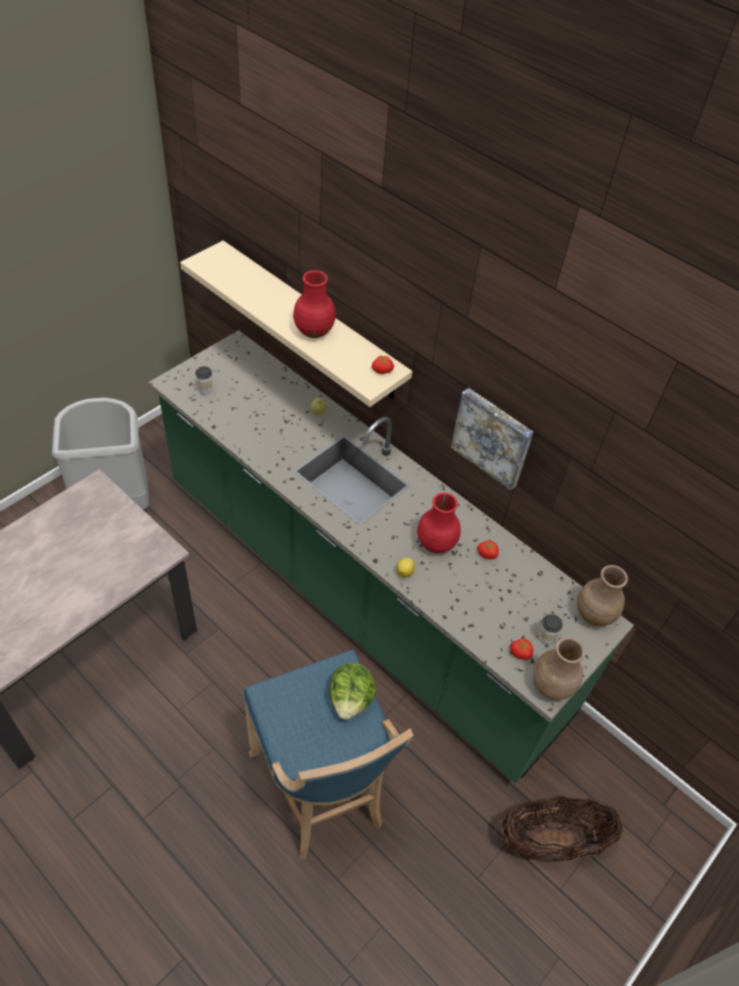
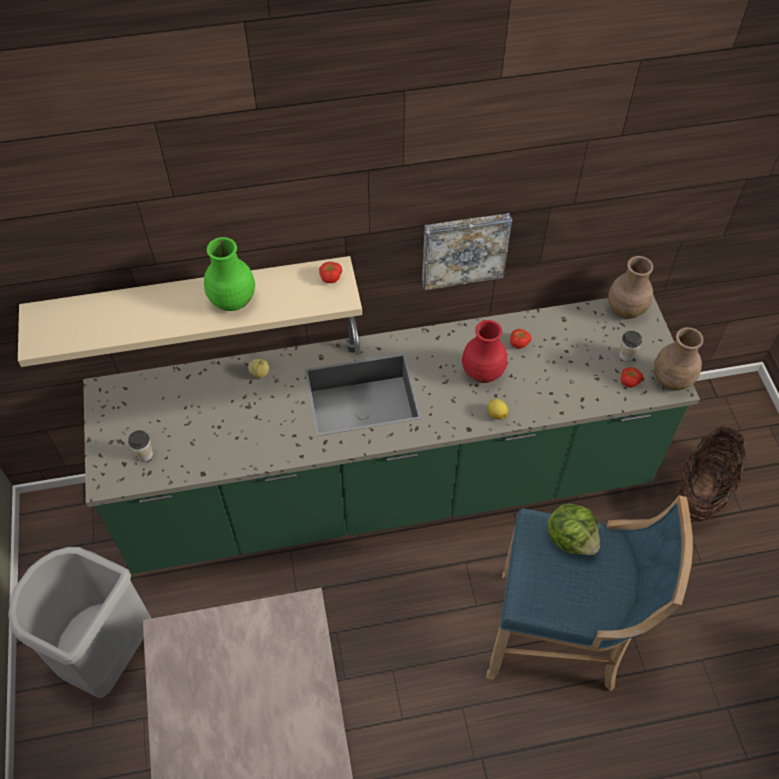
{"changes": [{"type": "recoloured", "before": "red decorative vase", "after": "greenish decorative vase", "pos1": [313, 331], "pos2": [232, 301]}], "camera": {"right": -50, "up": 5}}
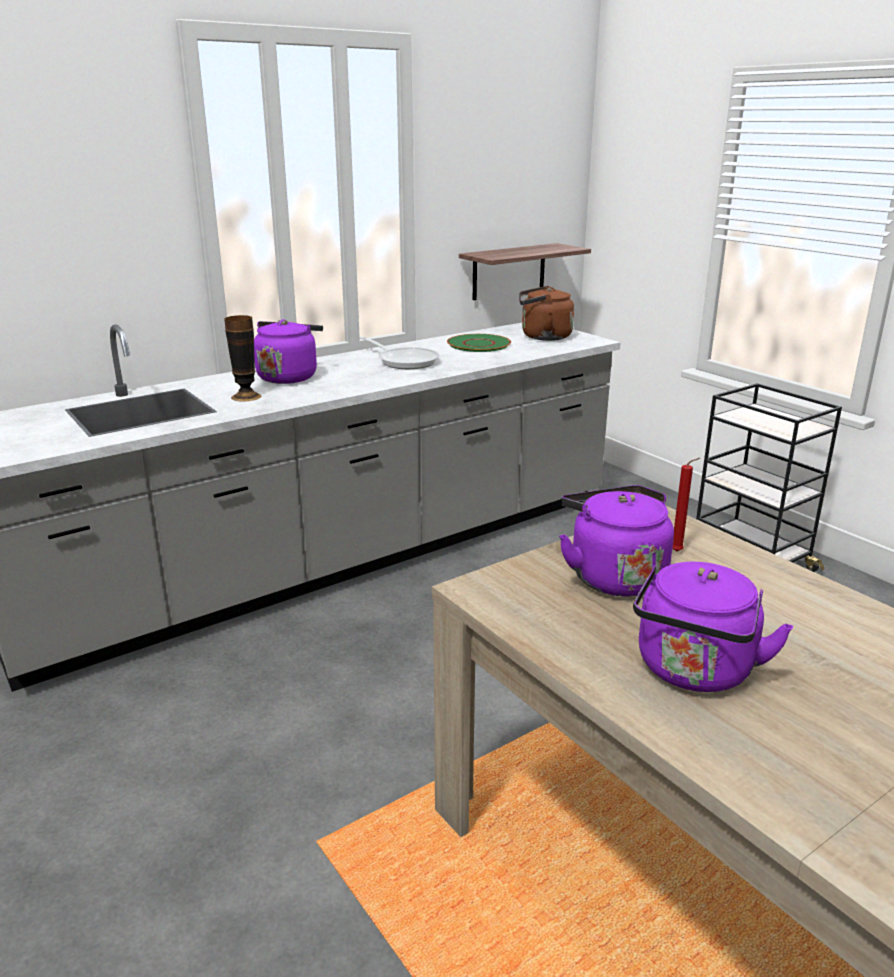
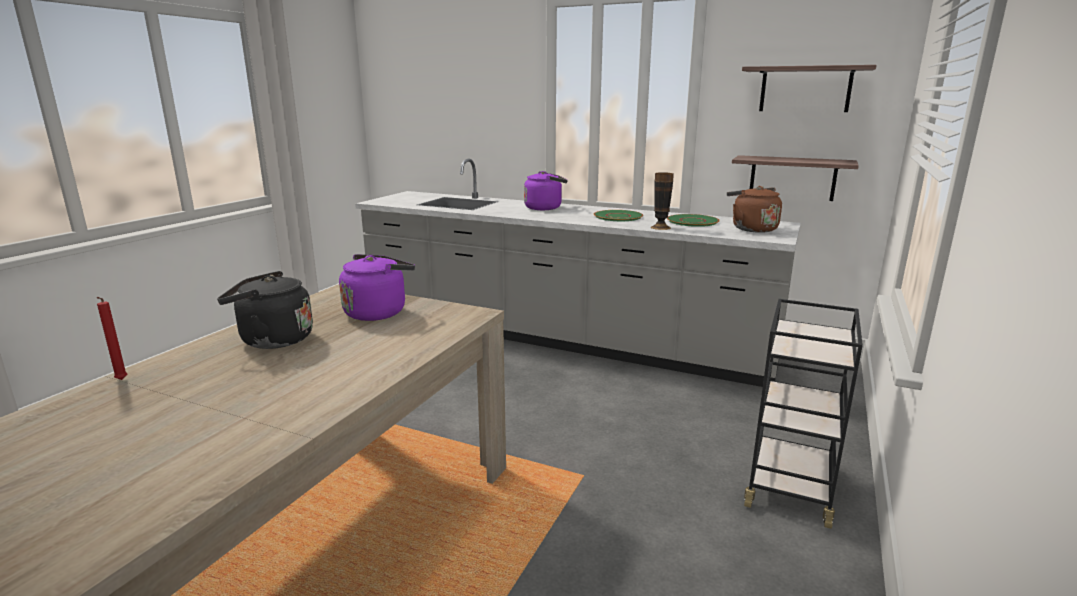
{"changes": [{"type": "added", "after": "bracket shelf", "pos2": [805, 89]}, {"type": "moved", "before": "decorative vase", "pos1": [246, 396], "pos2": [660, 227]}, {"type": "moved", "before": "red wax candle", "pos1": [678, 552], "pos2": [121, 380]}, {"type": "replaced", "before": "frying pan", "after": "greenish plate", "pos1": [404, 361], "pos2": [618, 216]}, {"type": "recoloured", "before": "purplish water kettle", "after": "black water kettle", "pos1": [694, 672], "pos2": [272, 340]}], "camera": {"right": 60, "up": -5}}
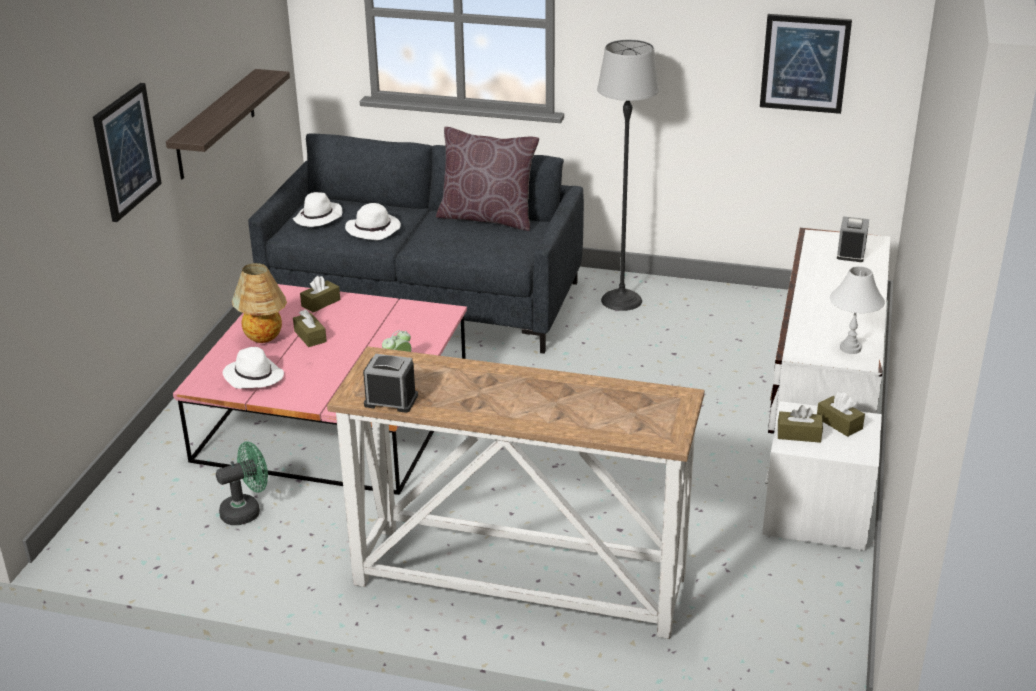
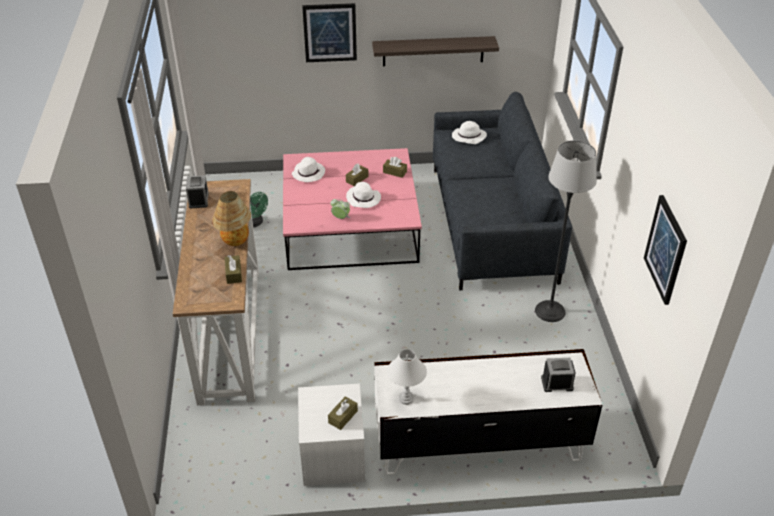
{"changes": [{"type": "removed", "before": "brownish pillow", "pos1": [487, 218]}, {"type": "moved", "before": "lamp for a table", "pos1": [264, 340], "pos2": [235, 243]}, {"type": "moved", "before": "white-coloured wearable hat", "pos1": [374, 229], "pos2": [364, 199]}, {"type": "moved", "before": "brownish tissue box", "pos1": [799, 434], "pos2": [233, 274]}], "camera": {"right": 70, "up": 10}}
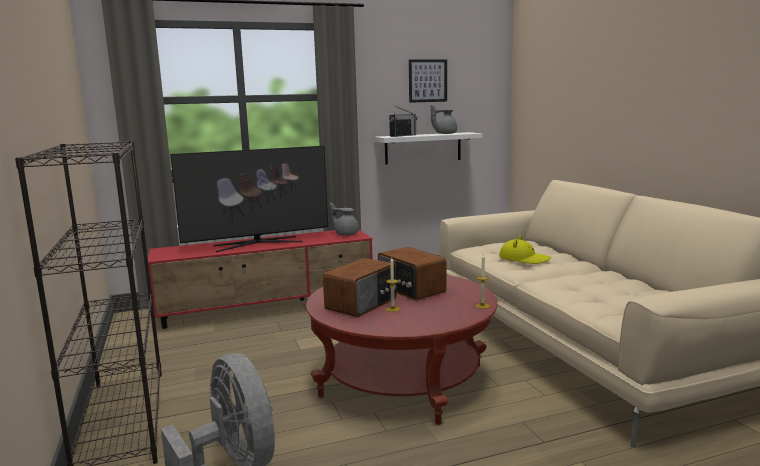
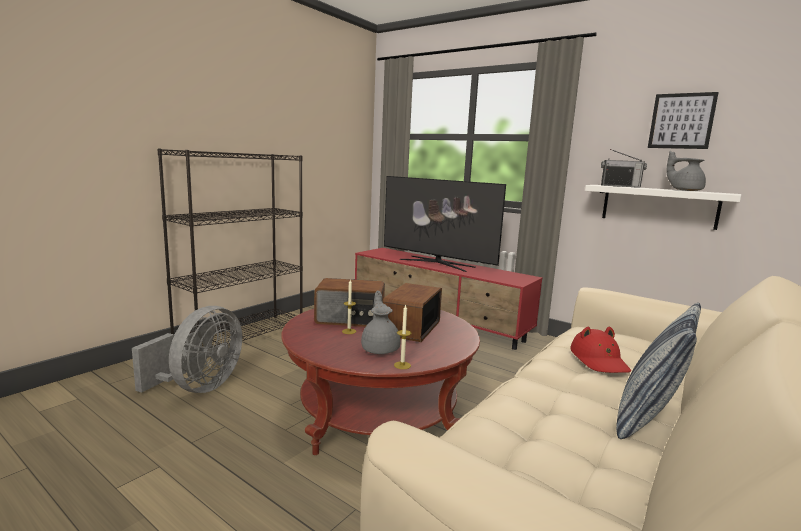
{"changes": [{"type": "added", "after": "pillow", "pos2": [648, 419]}, {"type": "moved", "before": "greyish pot for tea", "pos1": [346, 234], "pos2": [380, 348]}, {"type": "recoloured", "before": "yellow-coloured wearable hat", "after": "red wearable hat", "pos1": [524, 259], "pos2": [599, 360]}], "camera": {"right": 55, "up": 0}}
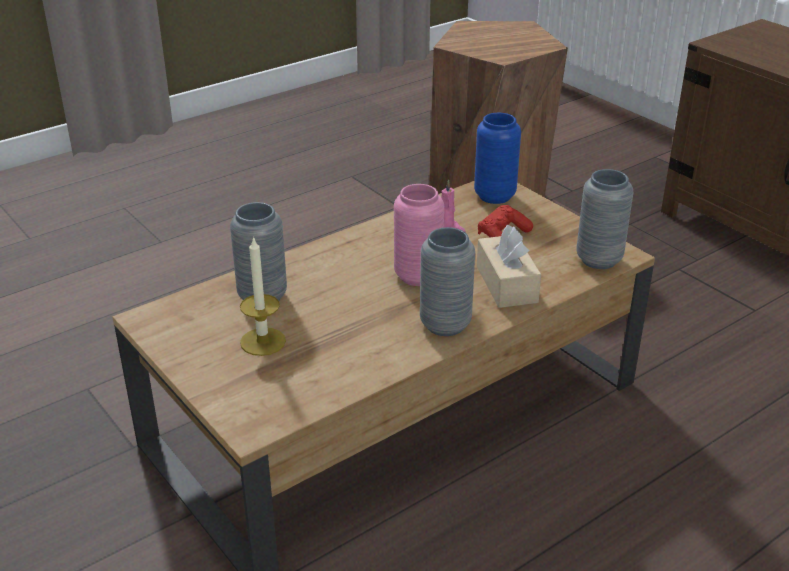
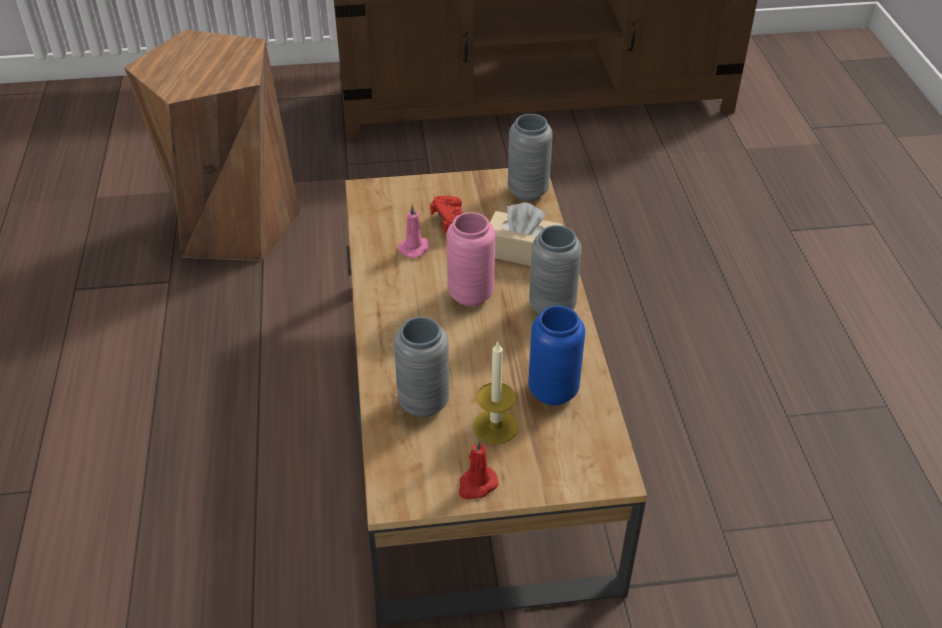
{"changes": [{"type": "added", "after": "red wax candle", "pos2": [476, 485]}, {"type": "moved", "before": "bluish decorative vase", "pos1": [494, 196], "pos2": [553, 391]}], "camera": {"right": -60, "up": 10}}
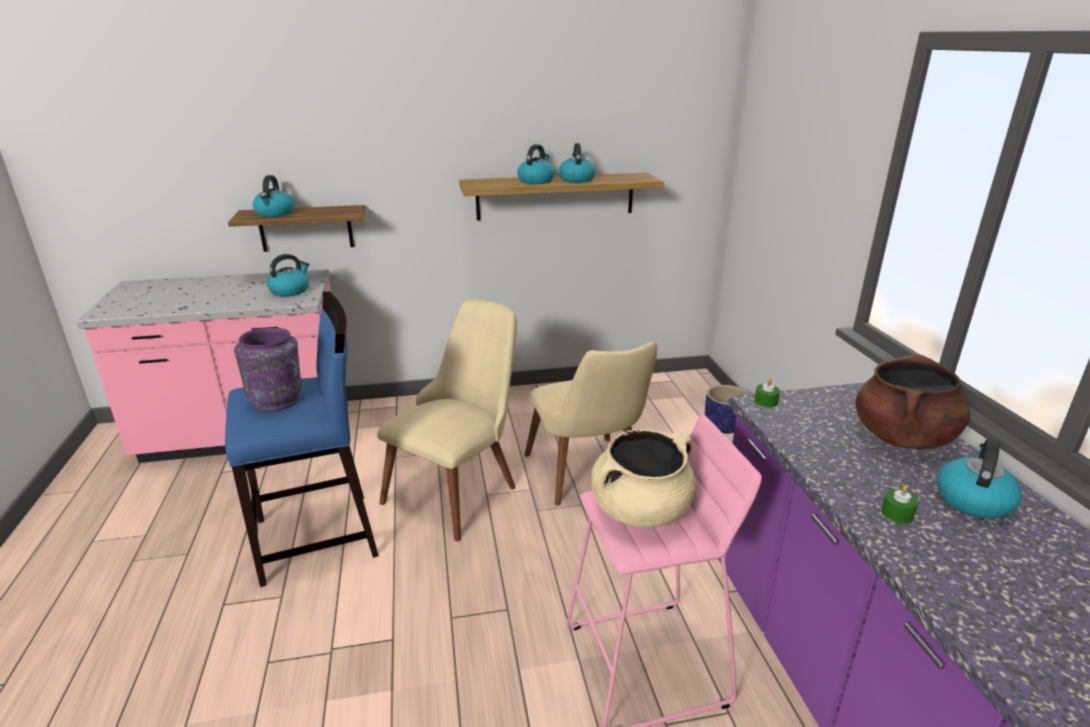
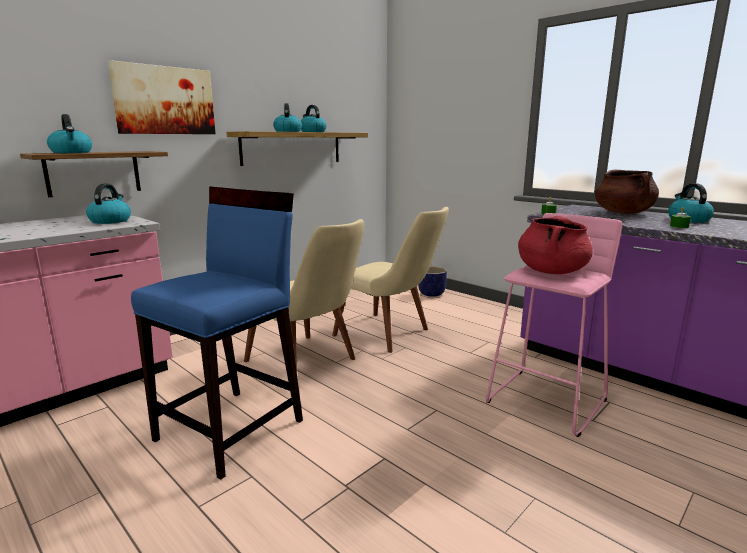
{"changes": [{"type": "removed", "before": "purplish decorative vase", "pos1": [277, 400]}, {"type": "added", "after": "wall picture", "pos2": [165, 100]}, {"type": "recoloured", "before": "beige-coloured cooking pot", "after": "red cooking pot", "pos1": [641, 510], "pos2": [551, 271]}, {"type": "turned", "before": "beige-coloured chair", "pos1": [460, 486], "pos2": [310, 363], "turn": 135}], "camera": {"right": -35, "up": -10}}
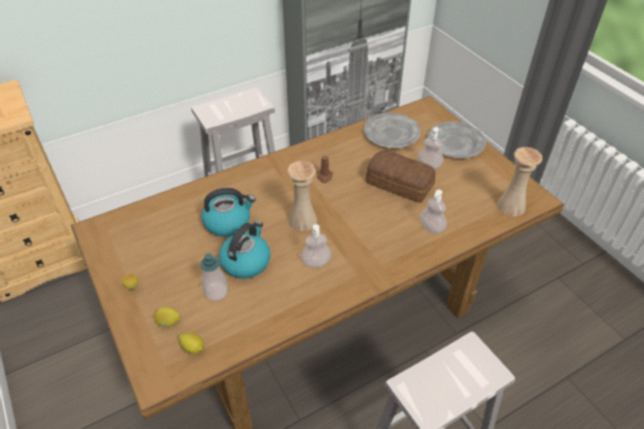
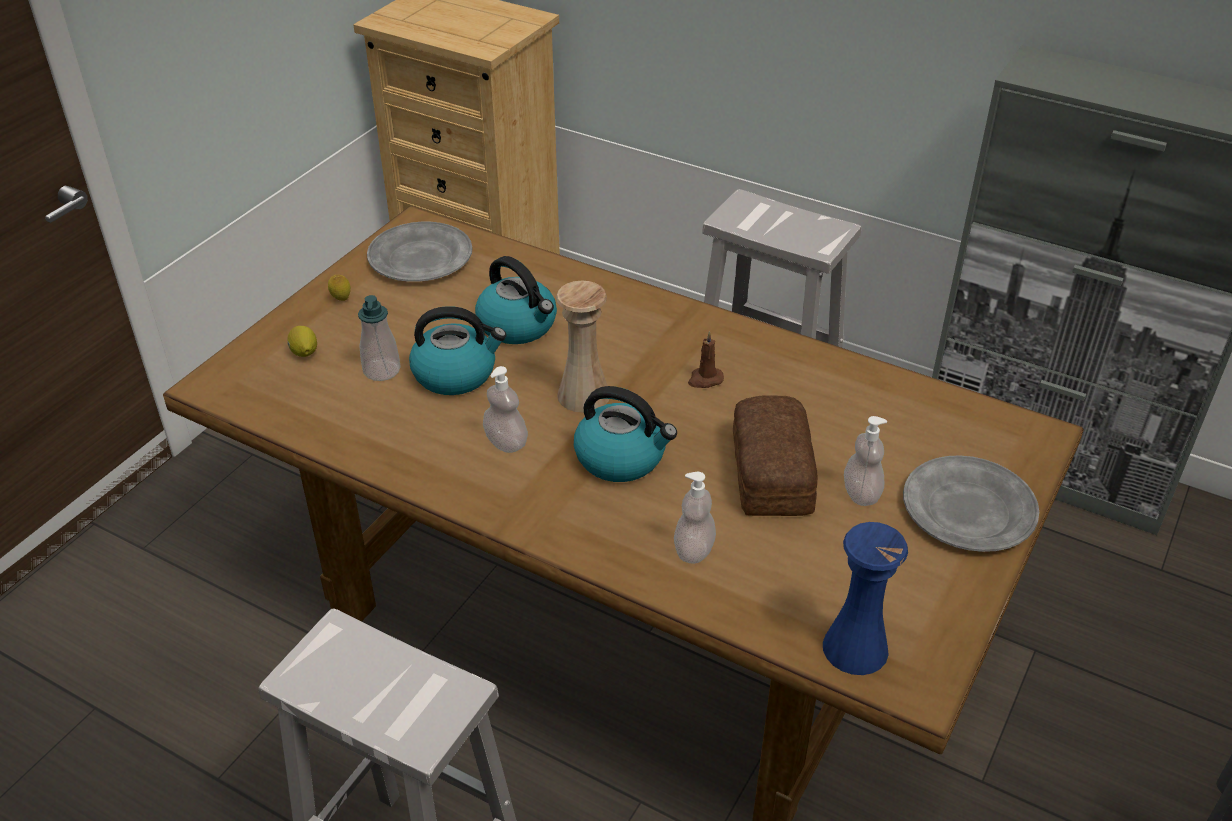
{"changes": [{"type": "removed", "before": "whole lemon", "pos1": [193, 348]}, {"type": "added", "after": "water kettle", "pos2": [622, 457]}, {"type": "moved", "before": "greyish plate", "pos1": [391, 133], "pos2": [420, 258]}, {"type": "recoloured", "before": "beige-coloured decorative vase", "after": "bluish decorative vase", "pos1": [511, 206], "pos2": [855, 648]}], "camera": {"right": 60, "up": -5}}
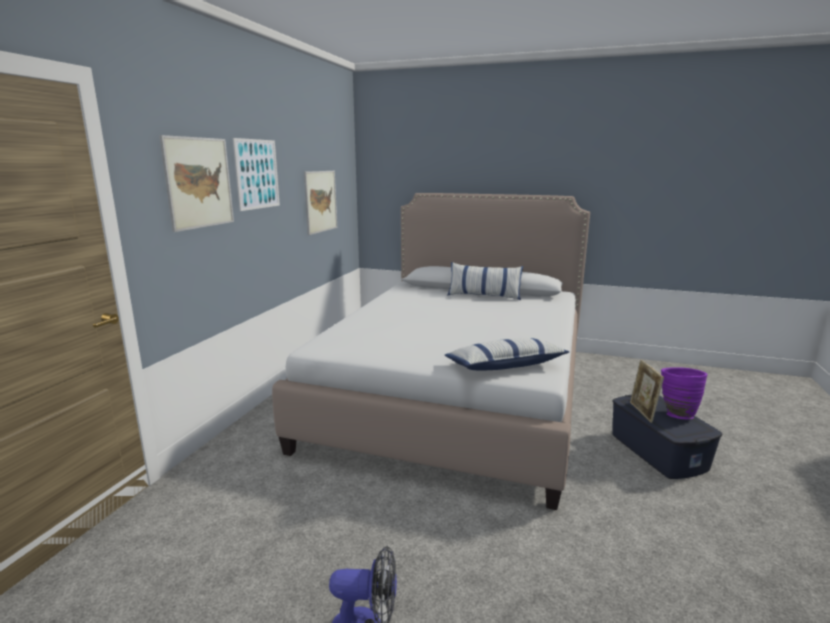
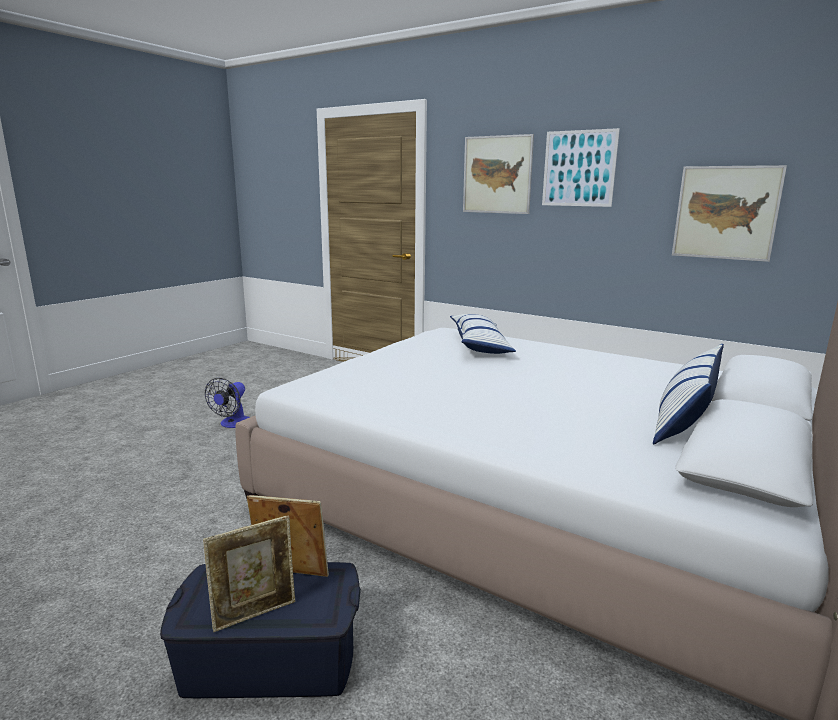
{"changes": [{"type": "moved", "before": "pillow", "pos1": [505, 366], "pos2": [479, 345]}, {"type": "replaced", "before": "purplish decorative vase", "after": "photo frame", "pos1": [676, 414], "pos2": [255, 613]}], "camera": {"right": 105, "up": 0}}
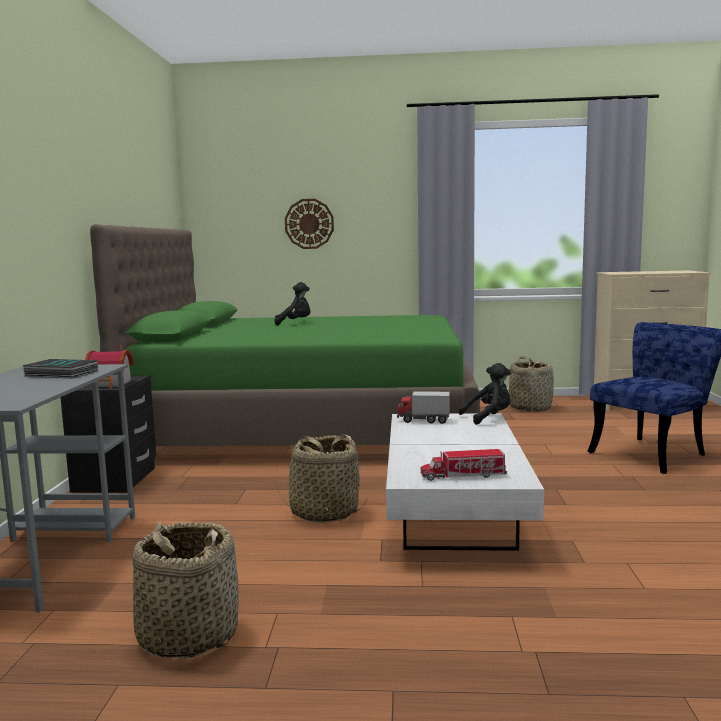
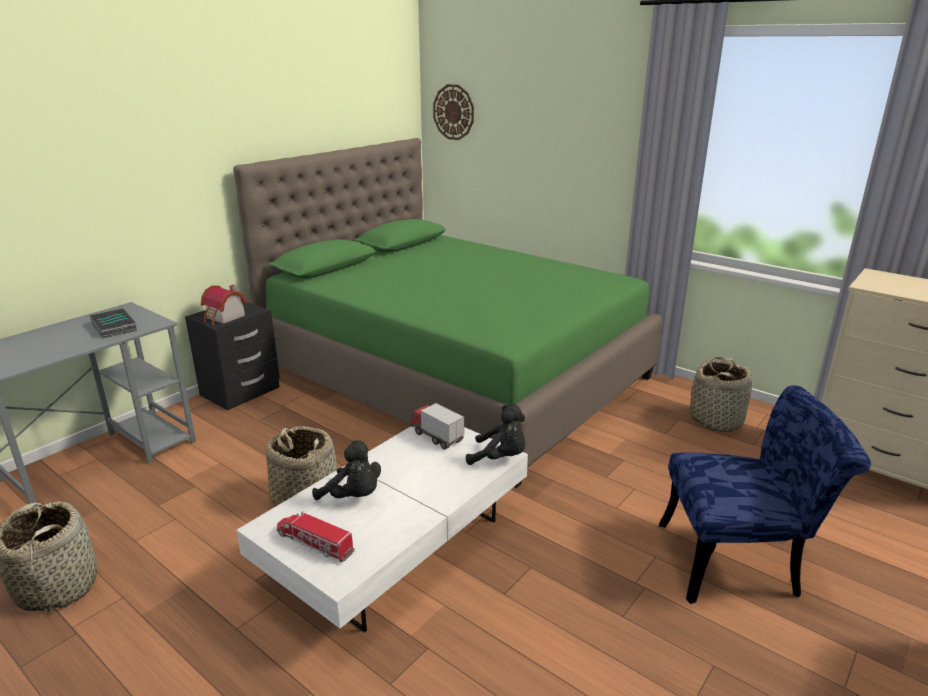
{"changes": [{"type": "moved", "before": "black cuddly toy", "pos1": [295, 323], "pos2": [353, 496]}, {"type": "moved", "before": "clock on the wall", "pos1": [309, 224], "pos2": [453, 112]}], "camera": {"right": 35, "up": 15}}
